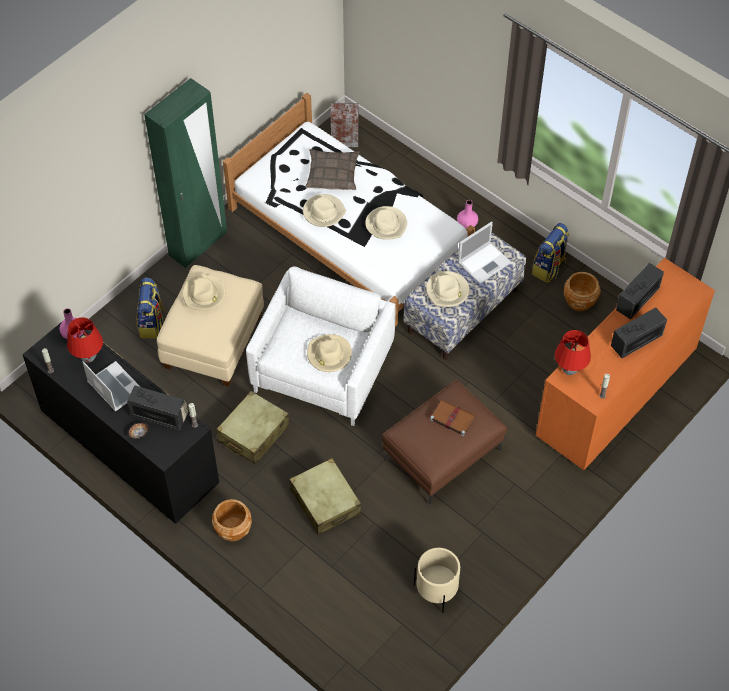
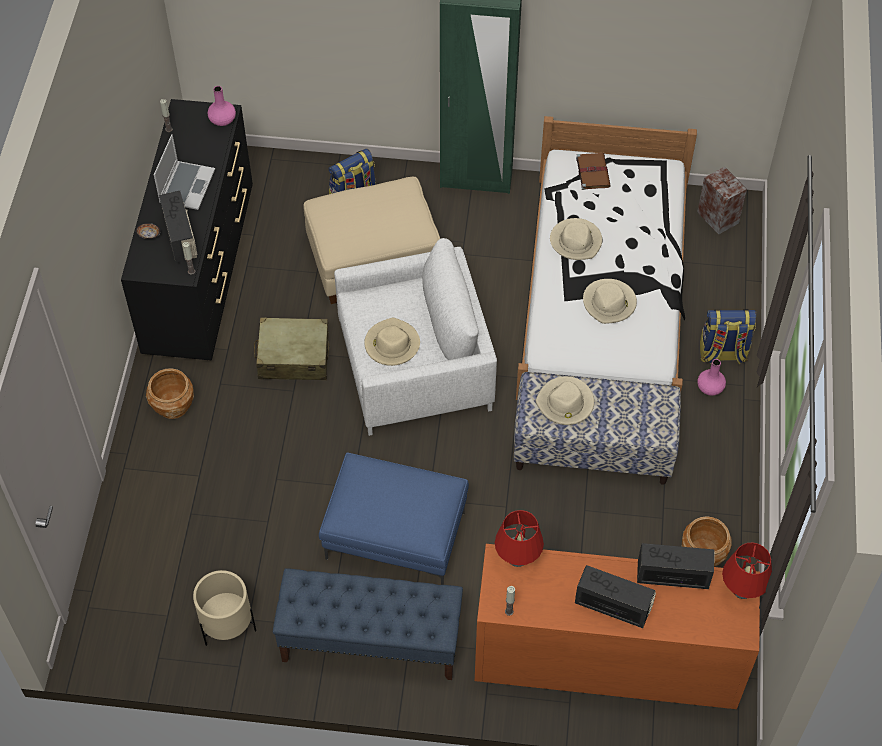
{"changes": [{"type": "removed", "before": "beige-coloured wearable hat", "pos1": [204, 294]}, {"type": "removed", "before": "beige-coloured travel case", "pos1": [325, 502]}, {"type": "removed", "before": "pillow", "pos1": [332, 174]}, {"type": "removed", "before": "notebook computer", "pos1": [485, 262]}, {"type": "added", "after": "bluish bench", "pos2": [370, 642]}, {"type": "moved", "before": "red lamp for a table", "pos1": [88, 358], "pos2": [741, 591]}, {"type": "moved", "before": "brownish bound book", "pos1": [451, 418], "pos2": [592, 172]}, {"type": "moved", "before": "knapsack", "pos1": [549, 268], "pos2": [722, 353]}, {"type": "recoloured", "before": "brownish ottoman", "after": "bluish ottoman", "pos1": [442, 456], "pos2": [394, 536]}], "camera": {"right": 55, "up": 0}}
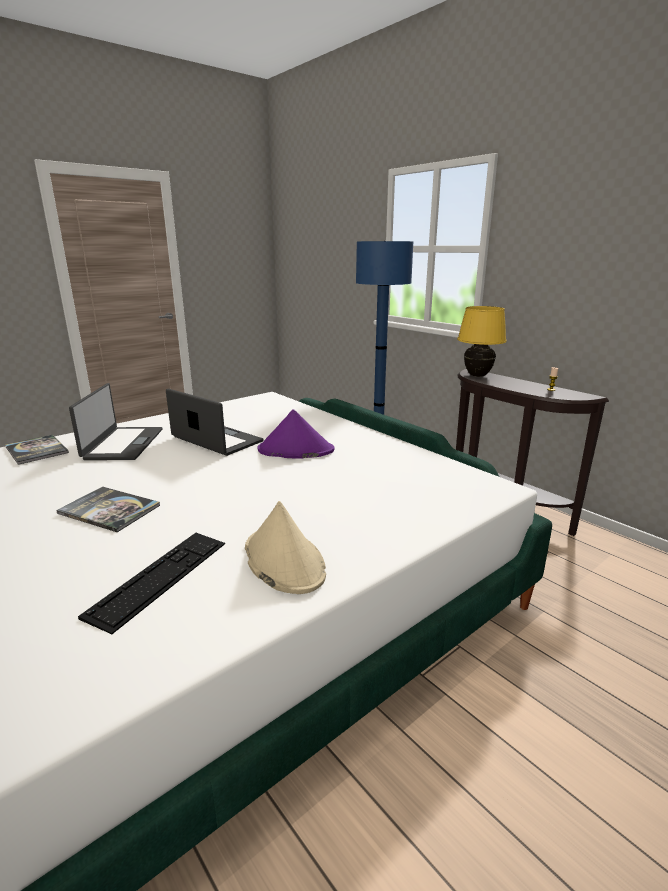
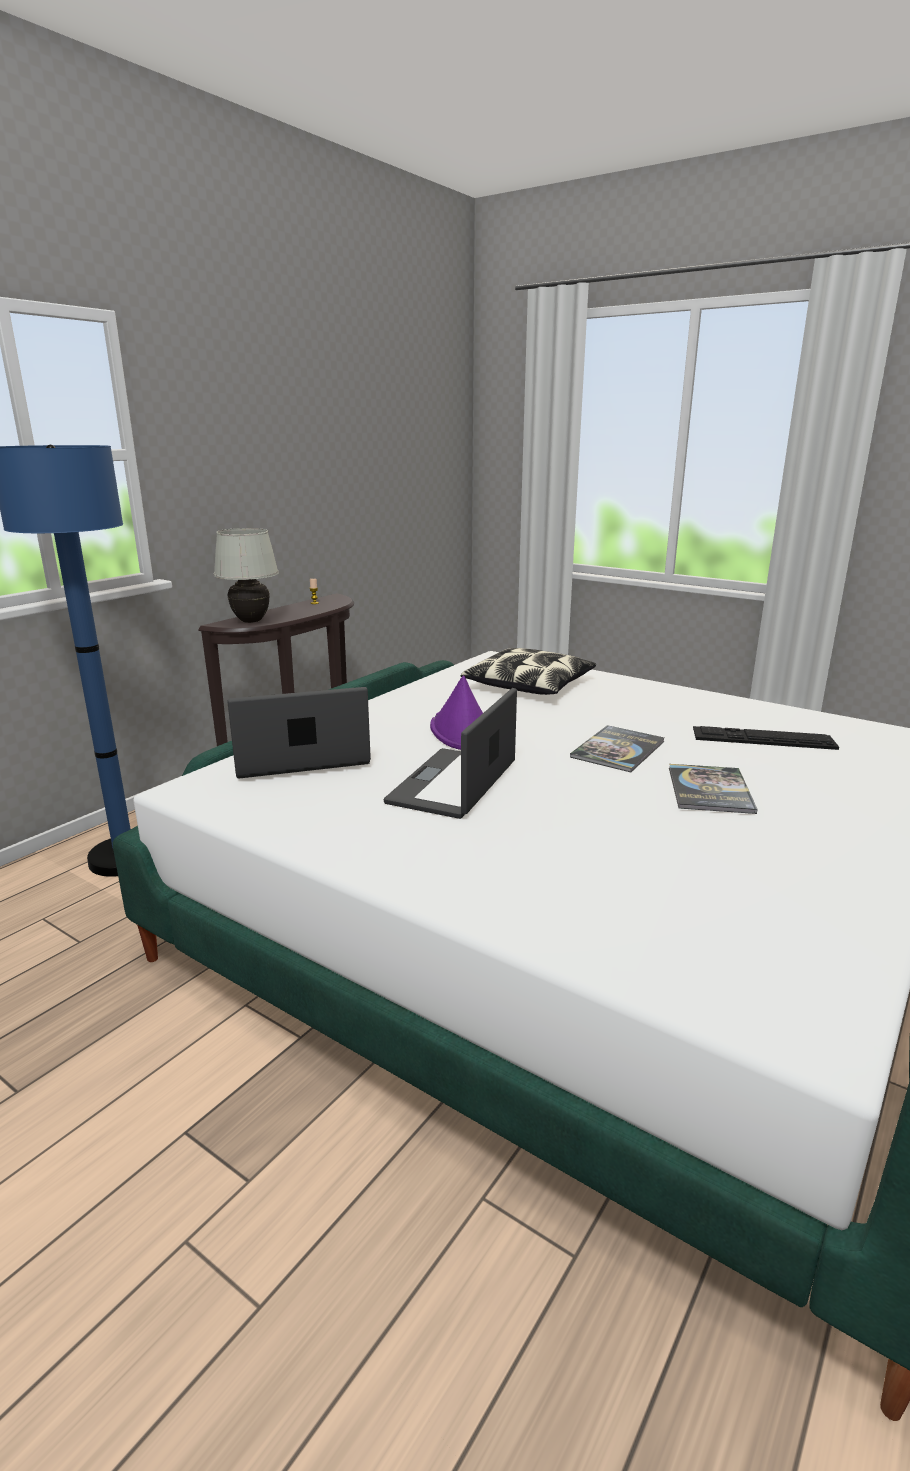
{"changes": [{"type": "removed", "before": "beige-coloured wearable hat", "pos1": [283, 560]}, {"type": "added", "after": "pillow", "pos2": [529, 685]}, {"type": "moved", "before": "bound book", "pos1": [36, 450], "pos2": [618, 750]}, {"type": "moved", "before": "notebook computer", "pos1": [122, 444], "pos2": [301, 758]}, {"type": "recoloured", "before": "yellow-coloured lamp for a table", "after": "white-coloured lamp for a table", "pos1": [478, 376], "pos2": [251, 621]}], "camera": {"right": -105, "up": 0}}
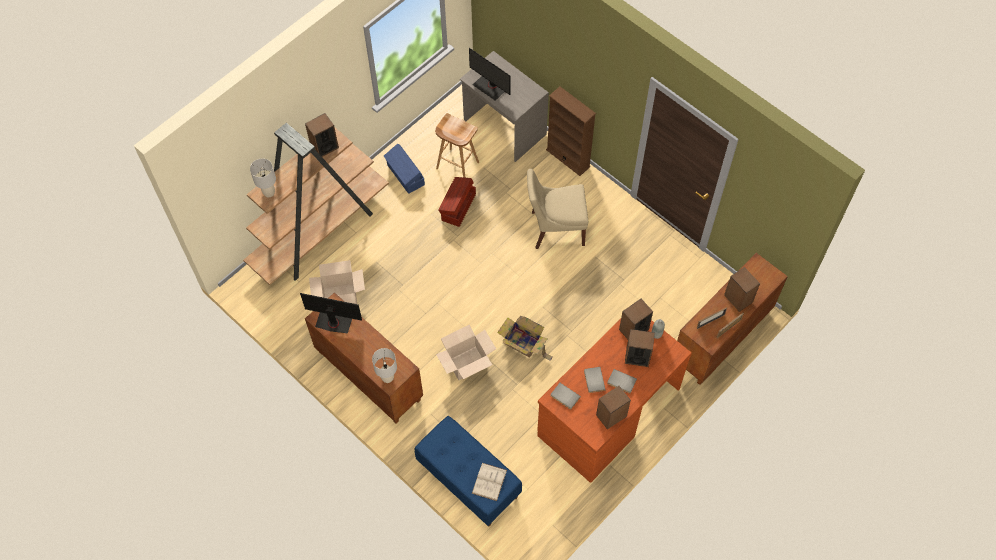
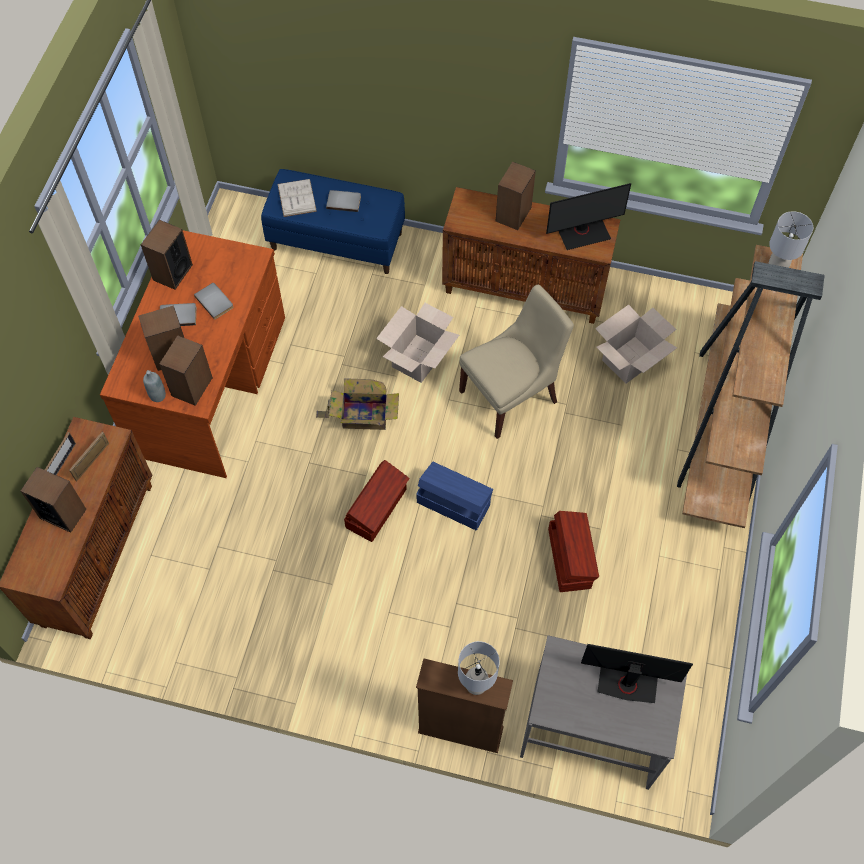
{"changes": [{"type": "removed", "before": "brownish stool", "pos1": [457, 165]}, {"type": "added", "after": "brownish storage box", "pos2": [377, 508]}, {"type": "moved", "before": "speaker", "pos1": [324, 147], "pos2": [513, 214]}, {"type": "moved", "before": "greyish lamp for a table", "pos1": [388, 378], "pos2": [475, 685]}, {"type": "moved", "before": "bluish storage box", "pos1": [405, 175], "pos2": [453, 502]}, {"type": "moved", "before": "beige-coloured chair", "pos1": [555, 228], "pos2": [511, 395]}, {"type": "moved", "before": "greyish bound book", "pos1": [564, 397], "pos2": [344, 201]}], "camera": {"right": 150, "up": 0}}
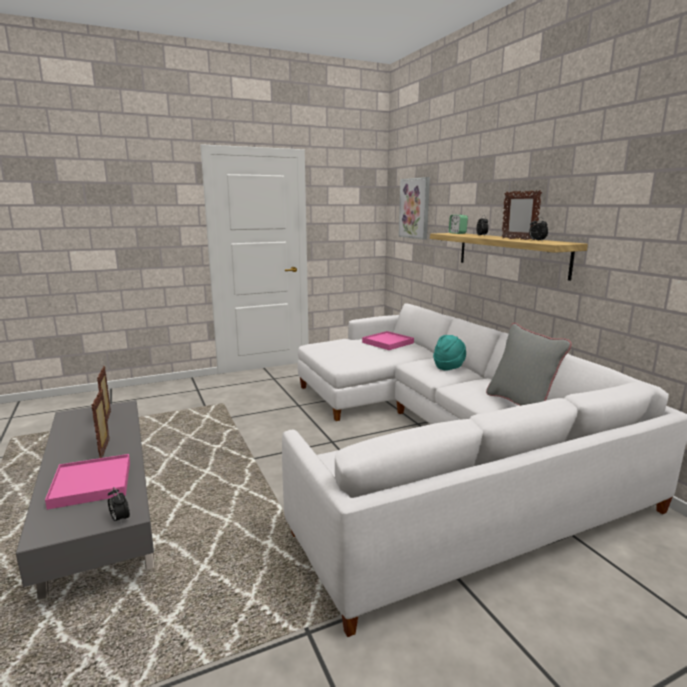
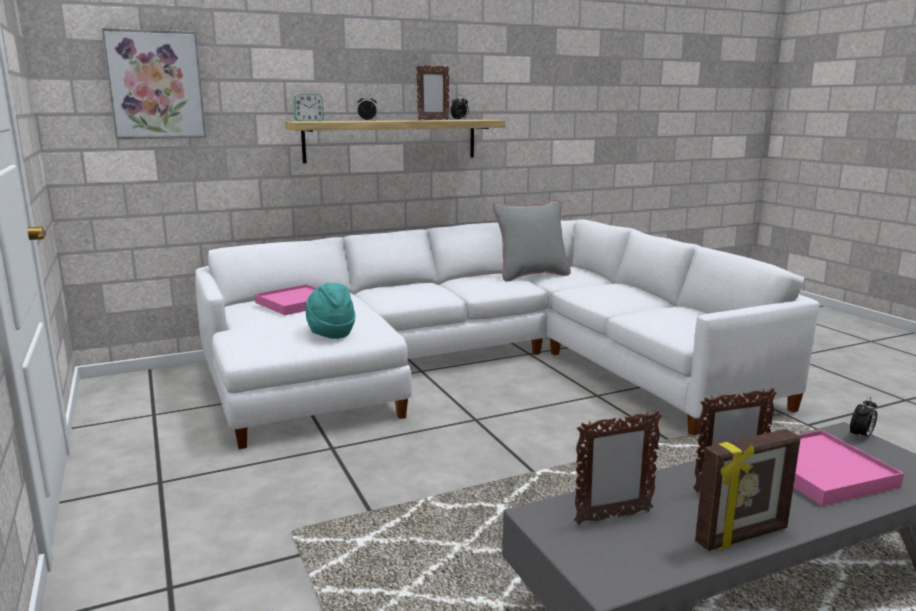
{"changes": [{"type": "added", "after": "photo frame", "pos2": [743, 536]}, {"type": "moved", "before": "turquoise wearable hat", "pos1": [449, 367], "pos2": [330, 333]}], "camera": {"right": -90, "up": 0}}
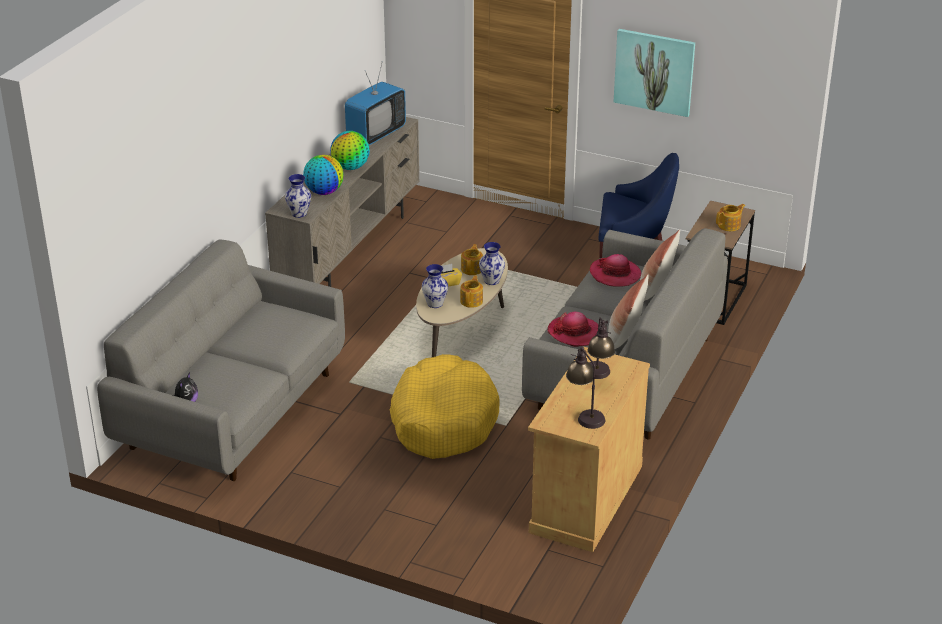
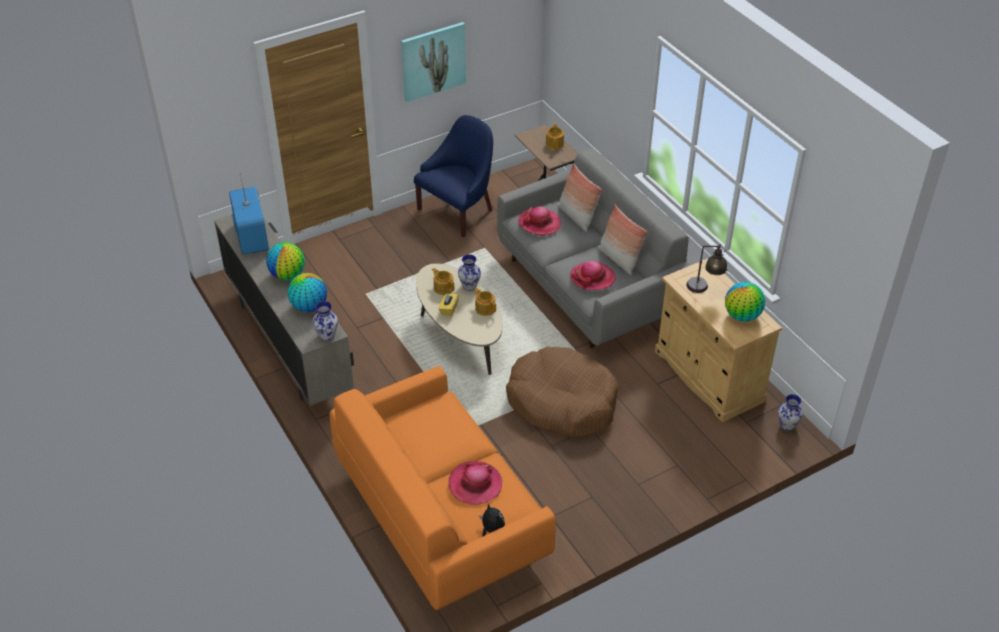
{"changes": [{"type": "added", "after": "wearable hat", "pos2": [475, 484]}, {"type": "moved", "before": "decorative vase", "pos1": [434, 304], "pos2": [786, 425]}, {"type": "replaced", "before": "lamp for a table", "after": "world globe", "pos1": [584, 414], "pos2": [742, 316]}, {"type": "recoloured", "before": "greyish couch", "after": "orange couch", "pos1": [233, 410], "pos2": [441, 516]}, {"type": "recoloured", "before": "yellow-coloured dog bed", "after": "brownish dog bed", "pos1": [443, 421], "pos2": [562, 402]}], "camera": {"right": -55, "up": 10}}
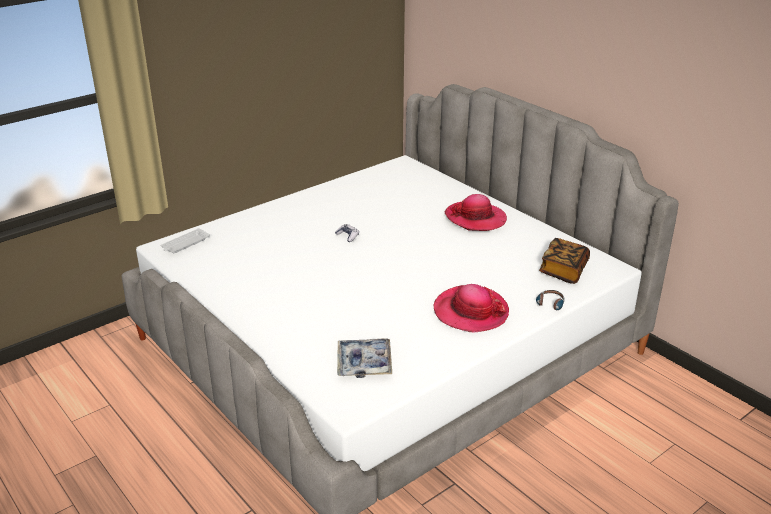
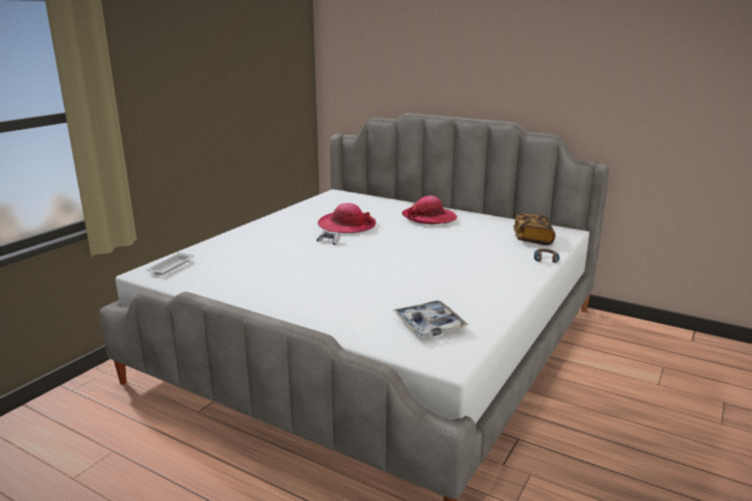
{"changes": [{"type": "moved", "before": "wearable hat", "pos1": [470, 311], "pos2": [347, 225]}], "camera": {"right": -20, "up": -10}}
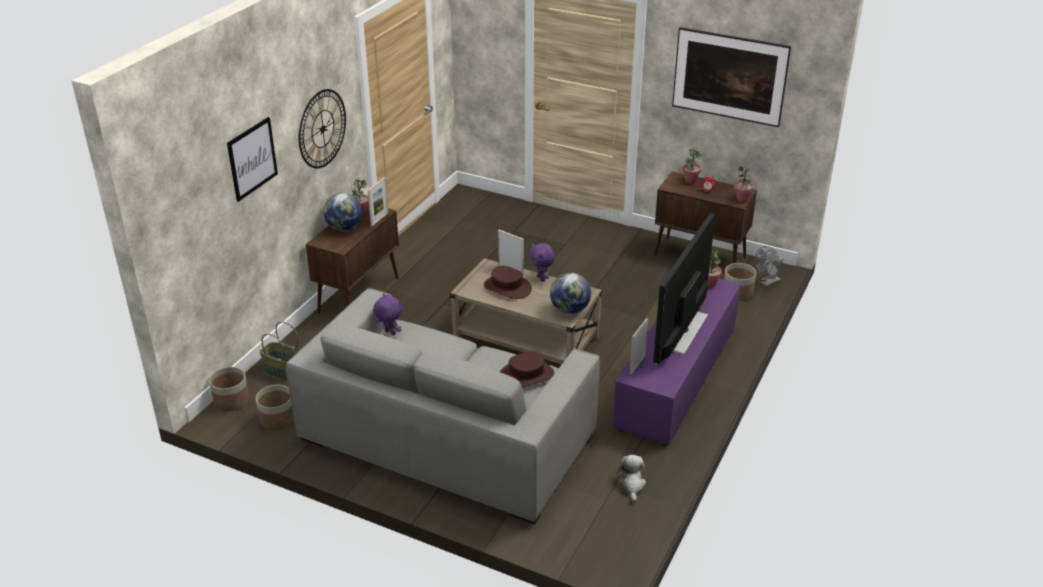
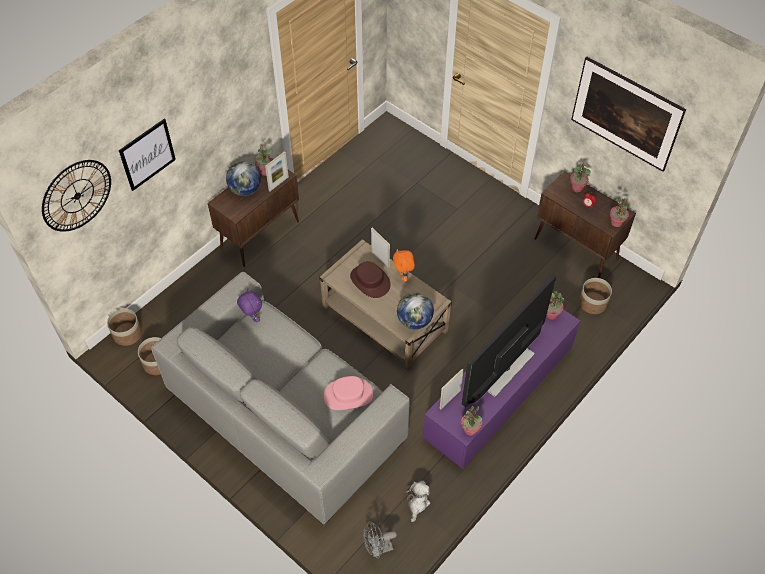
{"changes": [{"type": "removed", "before": "household basket", "pos1": [283, 371]}, {"type": "added", "after": "houseplant", "pos2": [470, 429]}, {"type": "moved", "before": "clock on the wall", "pos1": [322, 129], "pos2": [77, 195]}, {"type": "moved", "before": "greyish electric fan", "pos1": [767, 283], "pos2": [378, 549]}, {"type": "recoloured", "before": "brownish wearable hat", "after": "pinkish wearable hat", "pos1": [526, 376], "pos2": [348, 395]}, {"type": "recoloured", "before": "purplish cuddly toy", "after": "orange cuddly toy", "pos1": [542, 278], "pos2": [403, 276]}], "camera": {"right": 15, "up": 20}}
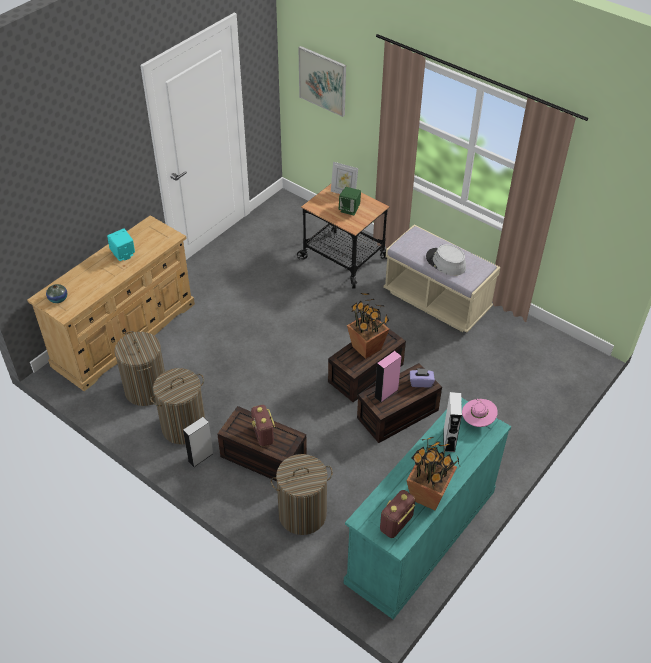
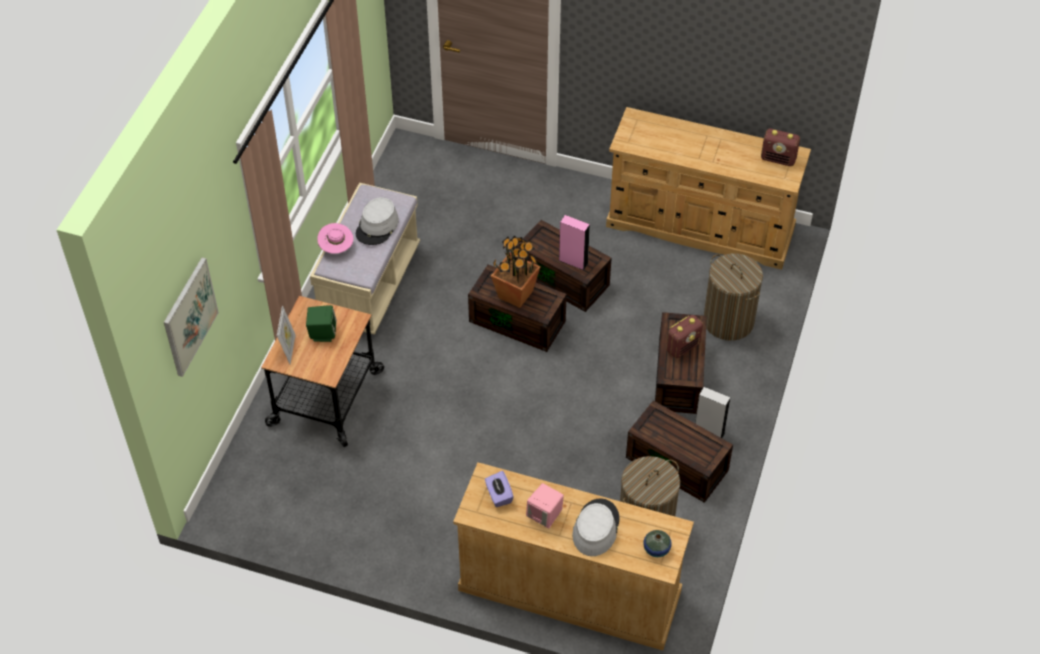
{"changes": [{"type": "removed", "before": "houseplant", "pos1": [429, 495]}, {"type": "removed", "before": "white-coloured speaker", "pos1": [449, 440]}, {"type": "added", "after": "greyish wearable hat", "pos2": [595, 528]}, {"type": "moved", "before": "purplish tissue box", "pos1": [421, 382], "pos2": [499, 495]}, {"type": "moved", "before": "pinkish wearable hat", "pos1": [477, 420], "pos2": [336, 248]}, {"type": "replaced", "before": "hamper", "after": "brownish storage box", "pos1": [183, 427], "pos2": [679, 463]}, {"type": "recoloured", "before": "turquoise speaker", "after": "pinkish speaker", "pos1": [123, 254], "pos2": [545, 515]}, {"type": "recoloured", "before": "turquoise dresser", "after": "beige-coloured dresser", "pos1": [421, 537], "pos2": [701, 227]}], "camera": {"right": -110, "up": 5}}
